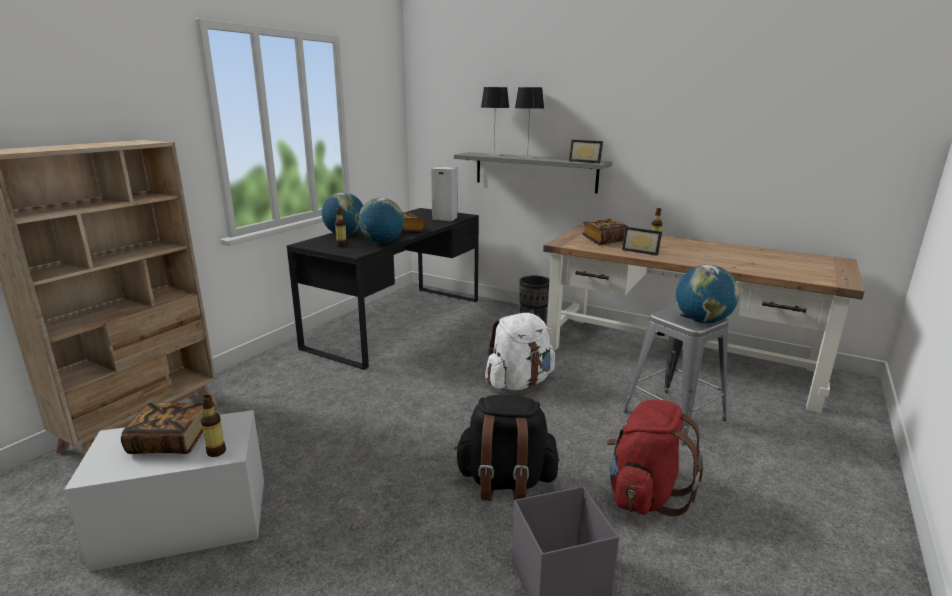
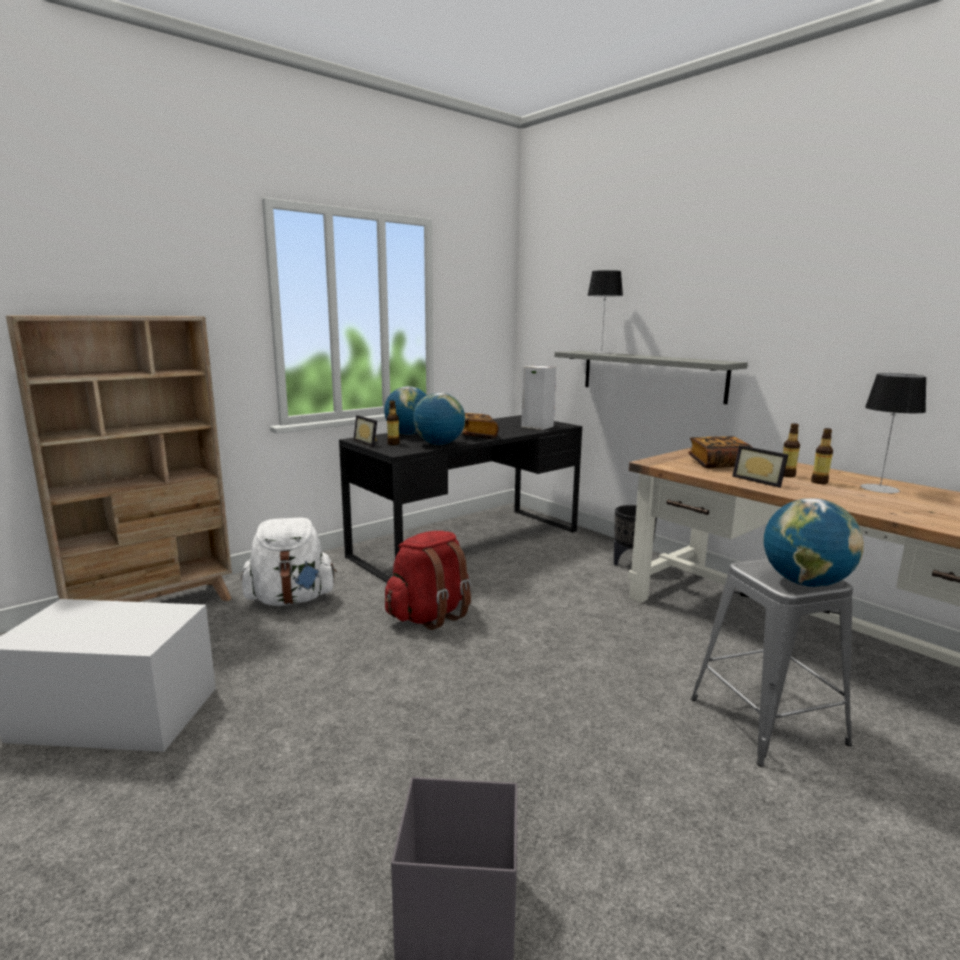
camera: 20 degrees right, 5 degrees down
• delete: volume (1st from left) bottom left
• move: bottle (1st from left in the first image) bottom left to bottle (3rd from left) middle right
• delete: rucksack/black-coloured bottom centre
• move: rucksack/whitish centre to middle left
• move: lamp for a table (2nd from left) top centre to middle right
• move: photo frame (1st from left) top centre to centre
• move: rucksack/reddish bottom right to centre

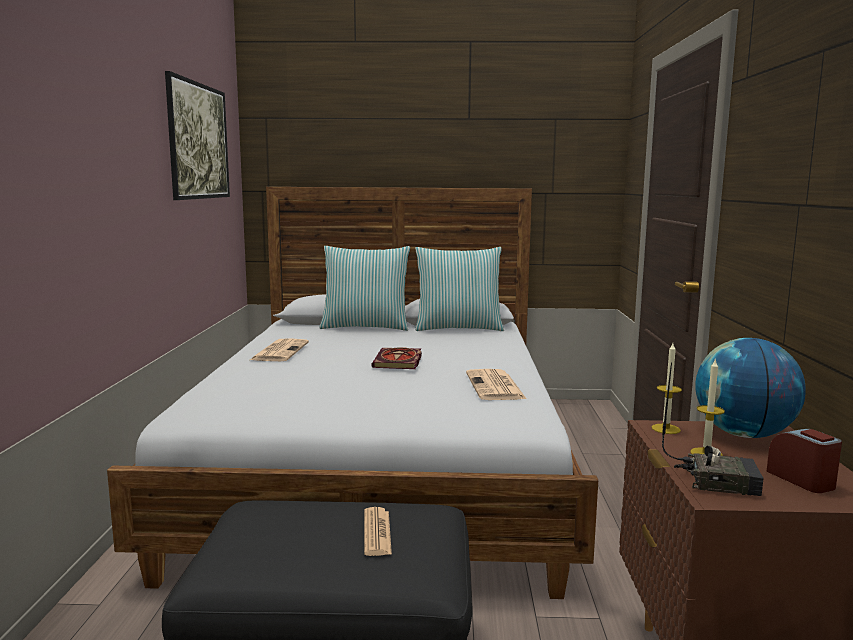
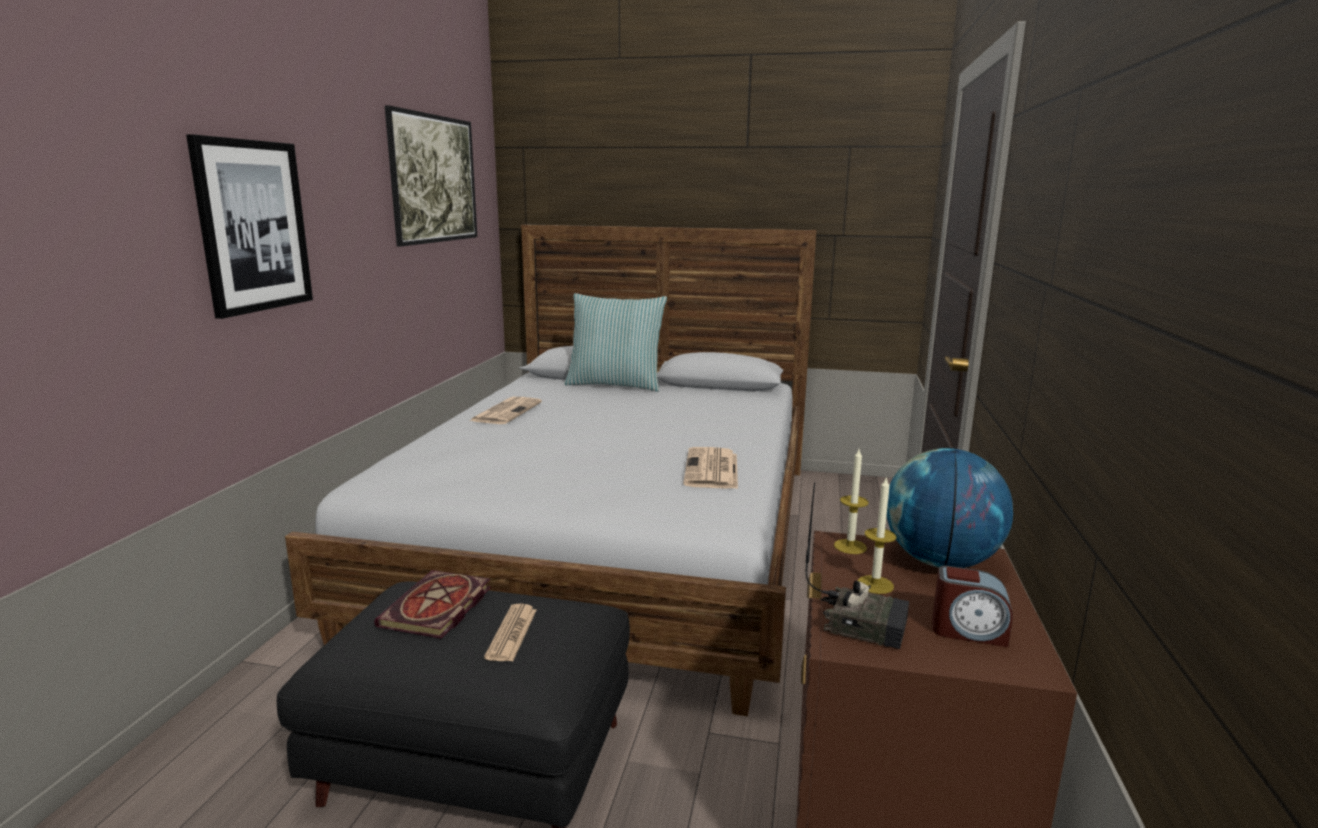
camera: 10 degrees right, 5 degrees up
• move: volume centre to bottom left
• delete: throw pillow (2nd from left) centre
• rotate: table clock bottom right = bottom right 120 degrees clockwise
• insert: wall art (1st from left) top left

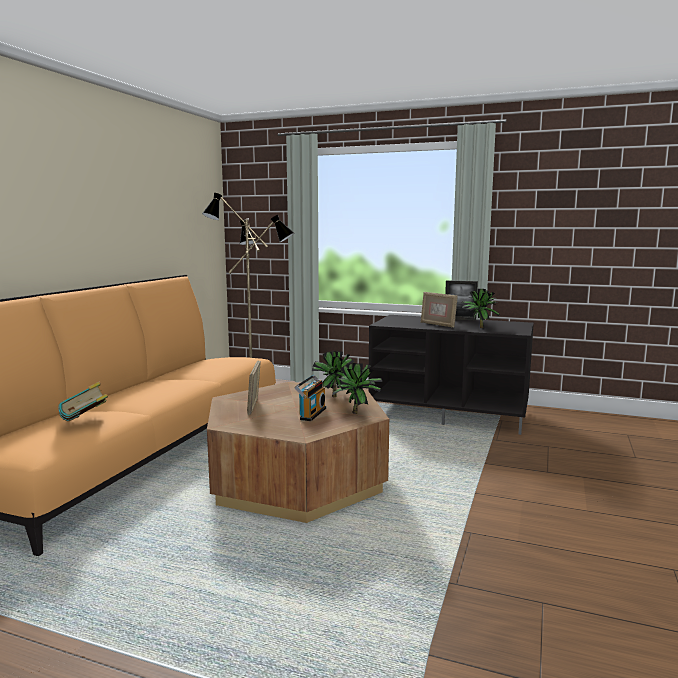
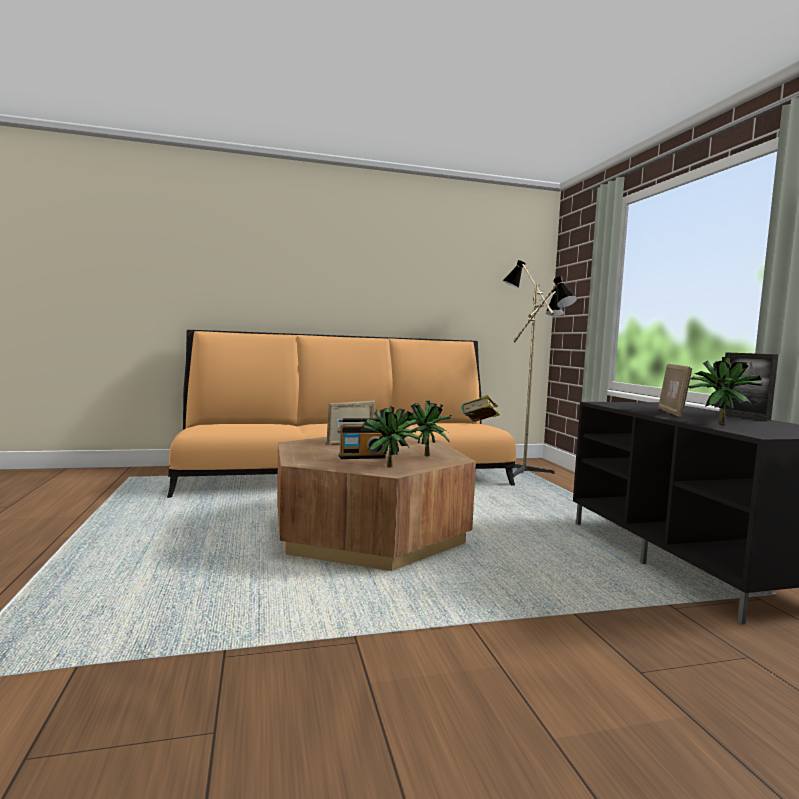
camera: 55 degrees right, 5 degrees down
• move: volume middle left to centre

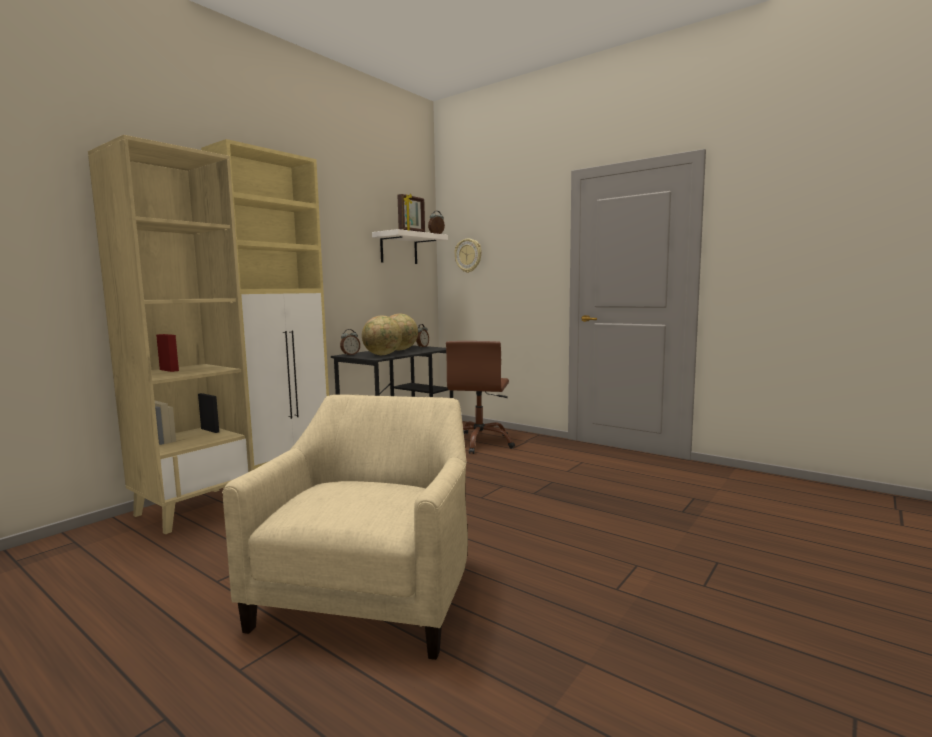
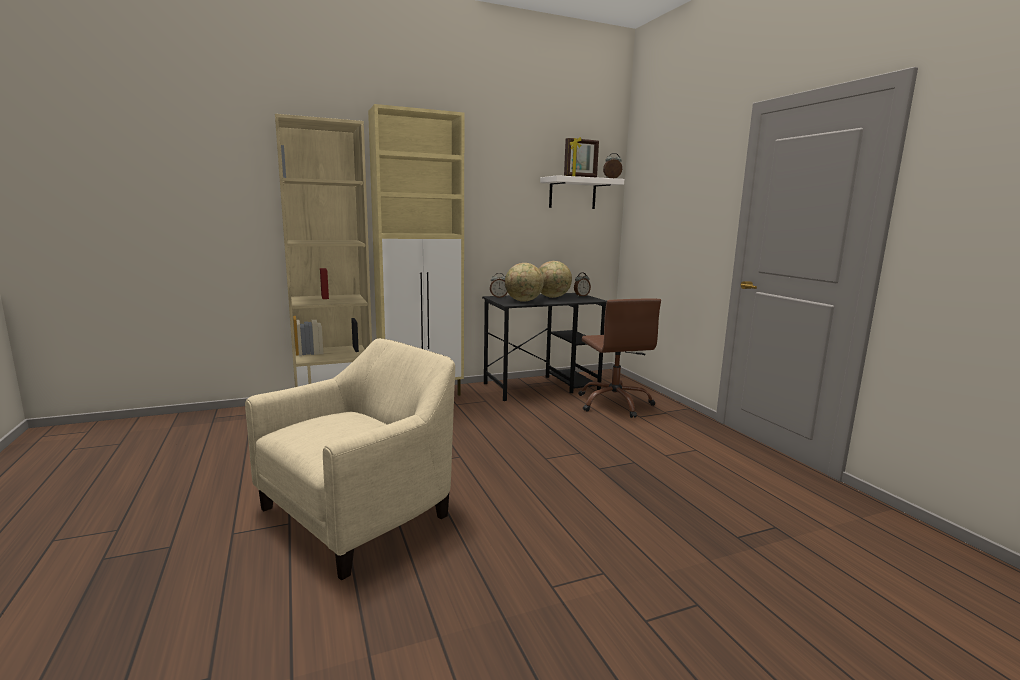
camera: 30 degrees right, 5 degrees up
• rotate: desk chair/brownish centre = centre 60 degrees counterclockwise
• delete: hanging clock centre

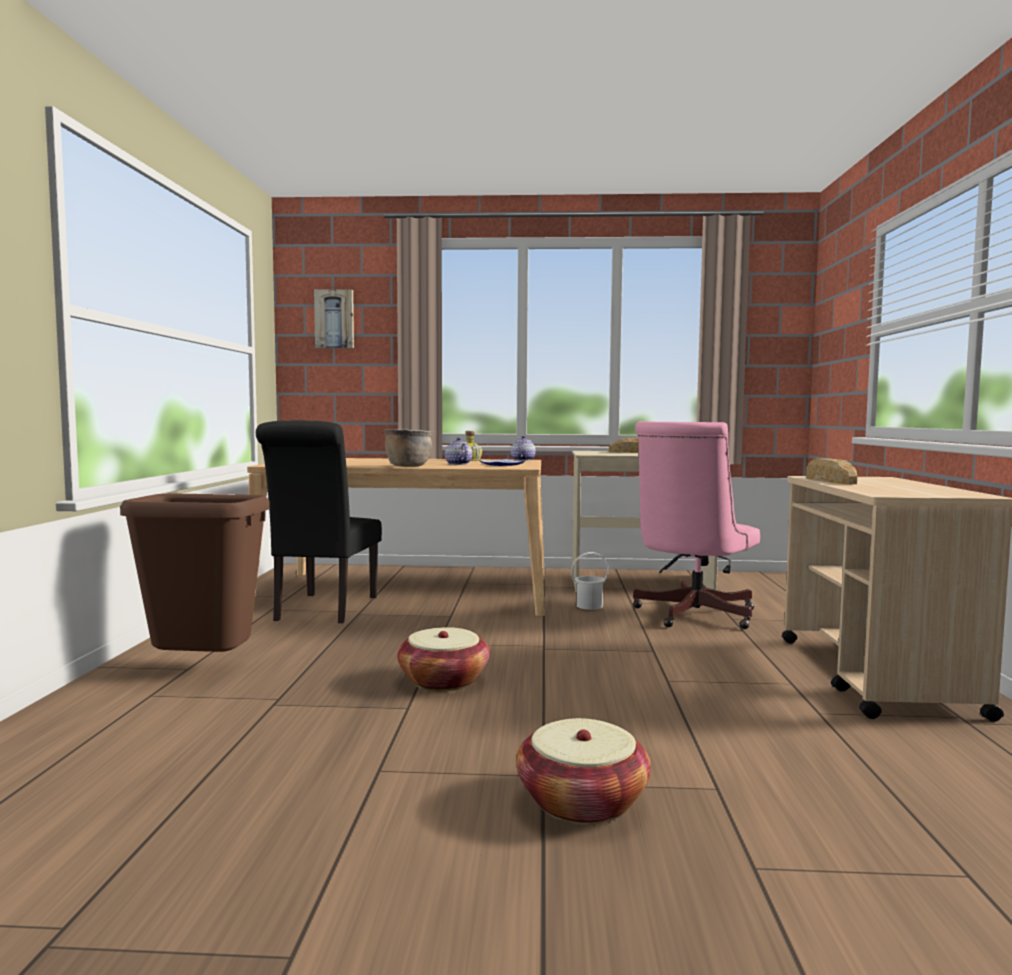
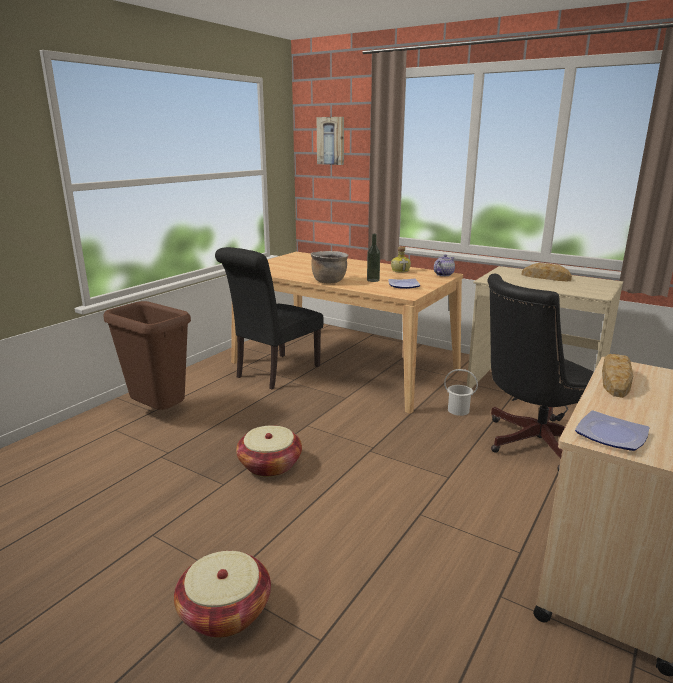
camera: 30 degrees right, 15 degrees up
• replace: tea pot (1st from left) centre to bottle (1st from left) centre
• recolor: desk chair/pinkish middle right to desk chair/black-coloured middle right
• insert: flat dish (2nd from left) middle right

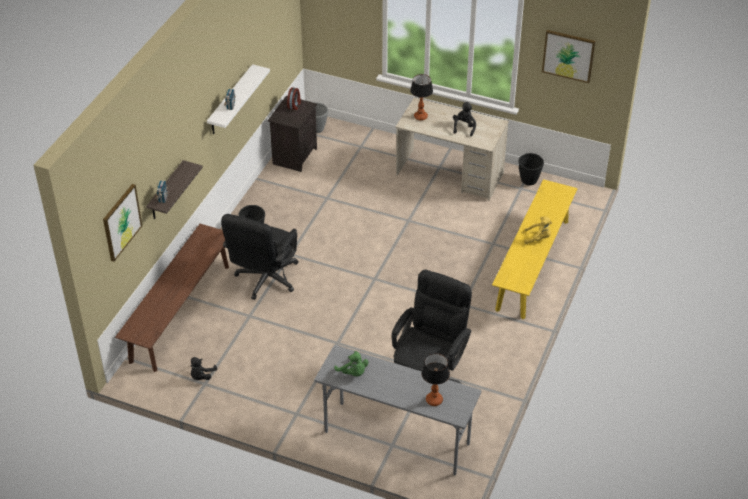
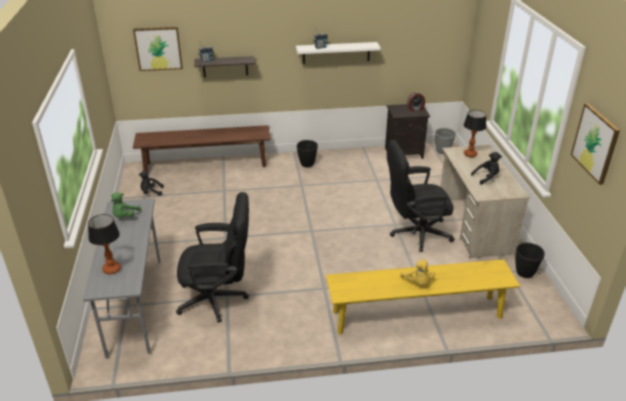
camera: 60 degrees right, 10 degrees down
• move: desk chair/black-coloured (1st from left in the first image) centre to desk chair/black-coloured (2nd from left) middle right

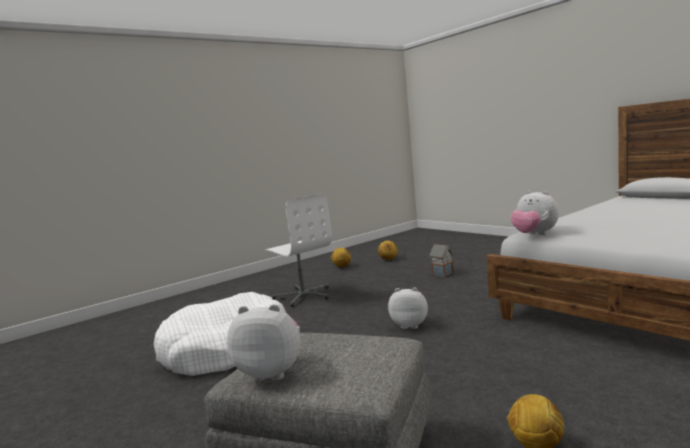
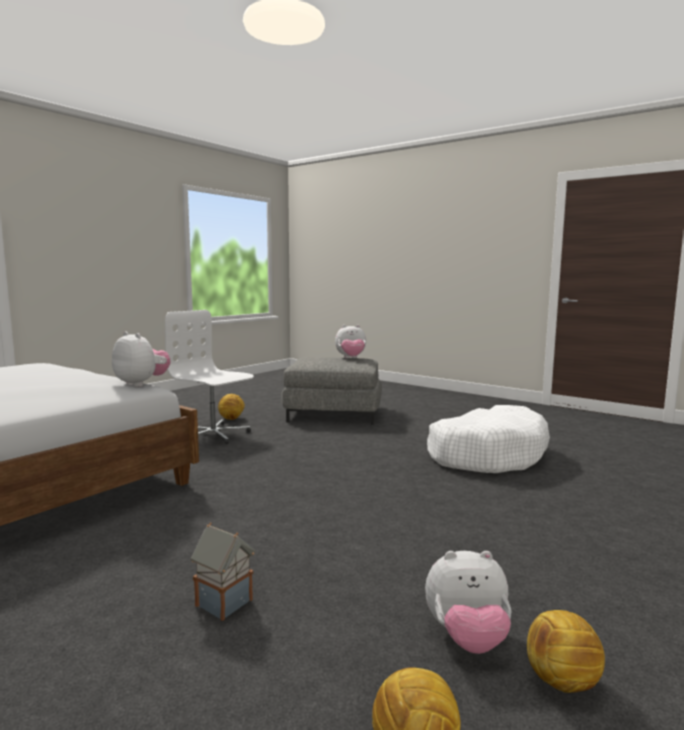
camera: 165 degrees right, 0 degrees up
• move: desk chair/whitish centre to middle left
• move: plush toy (2nd from left in the first image) bottom centre to plush toy (3rd from left) bottom right

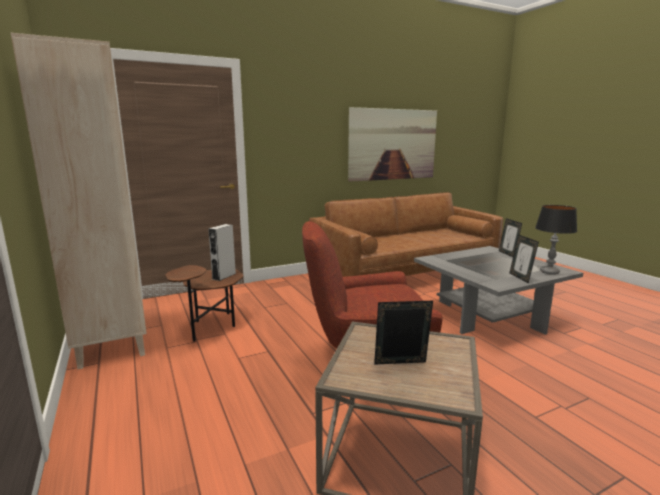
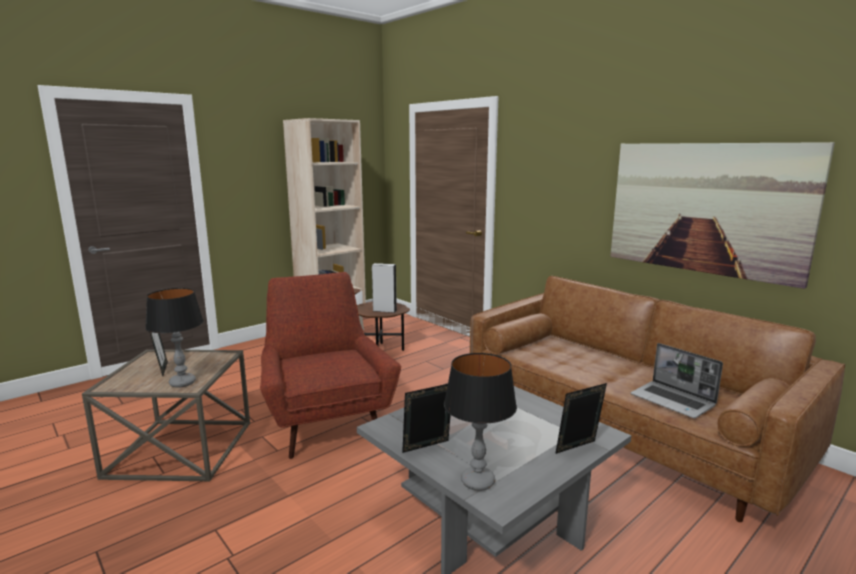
camera: 75 degrees right, 0 degrees up
• insert: lamp for a table (1st from left) middle left
• insert: portable computer middle right

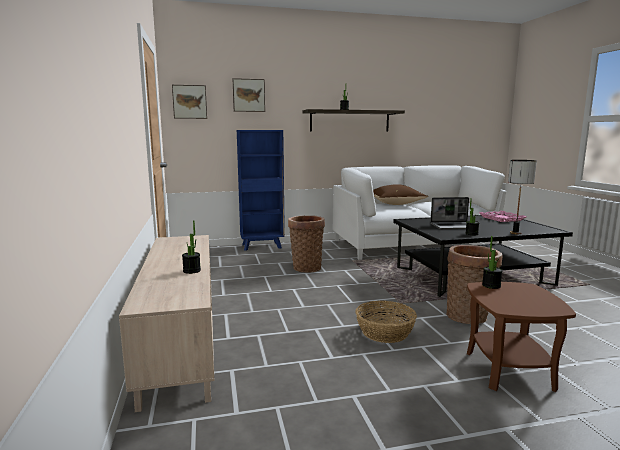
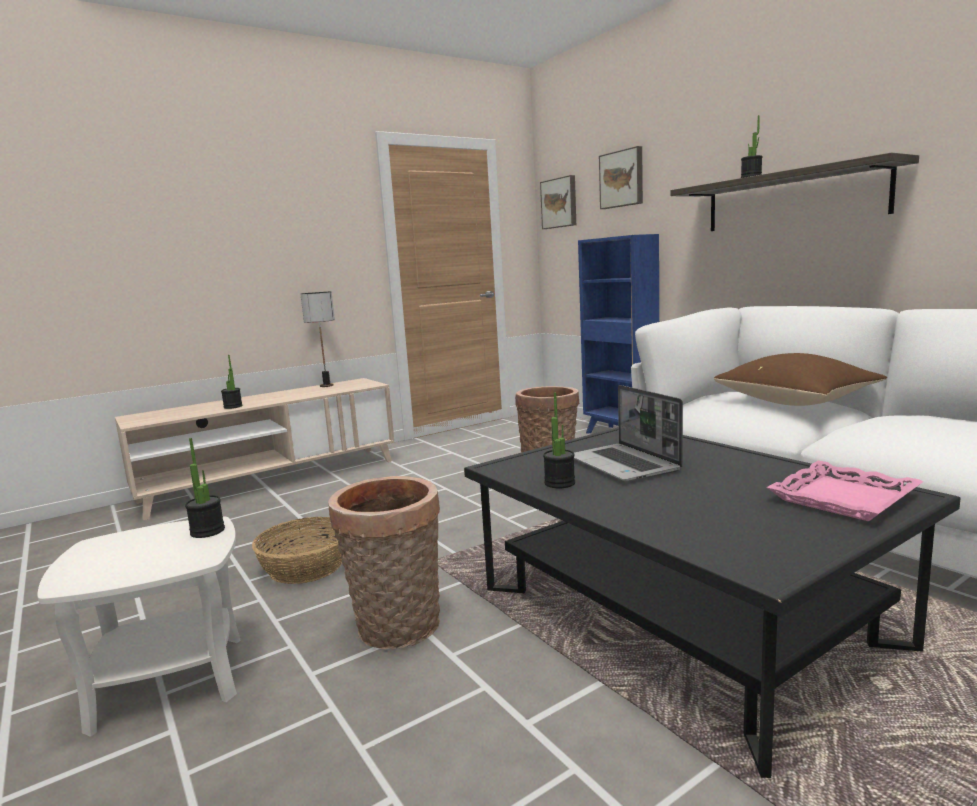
camera: 70 degrees right, 0 degrees up
• recolor: end table/brownish bottom right to end table/whitish bottom left
• move: lamp for a table middle right to middle left

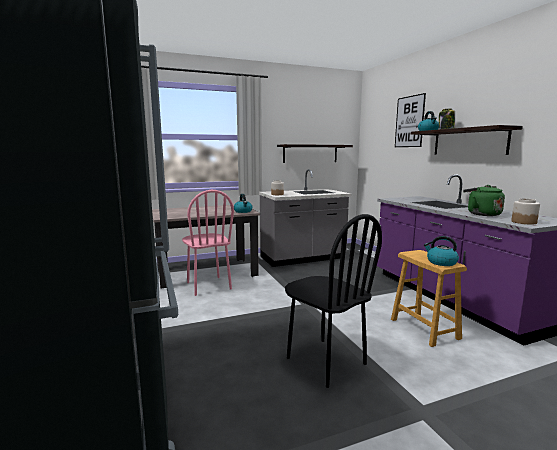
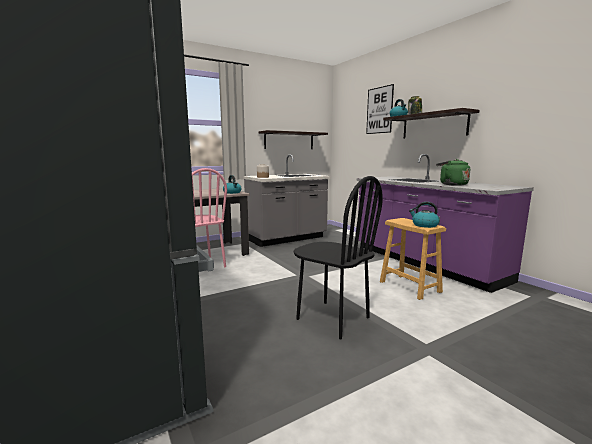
camera: 10 degrees left, 0 degrees up
• delete: preserve jar (3rd from left) middle right

